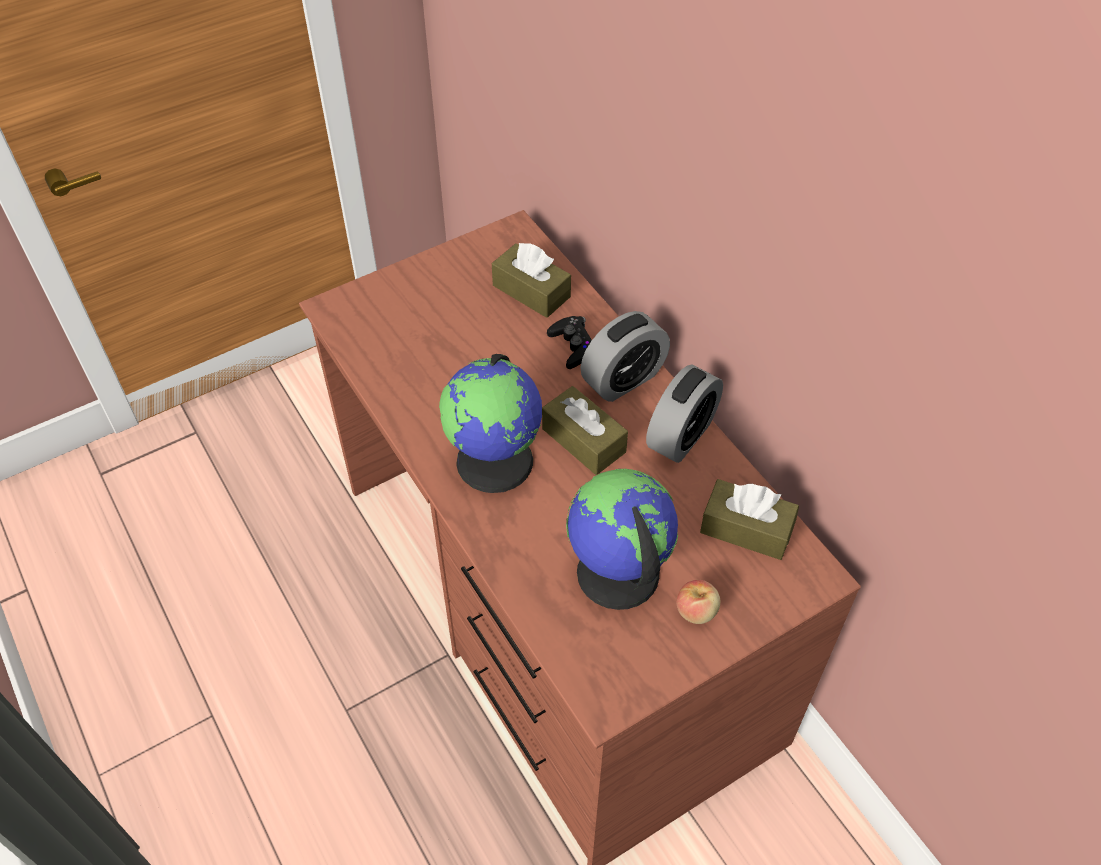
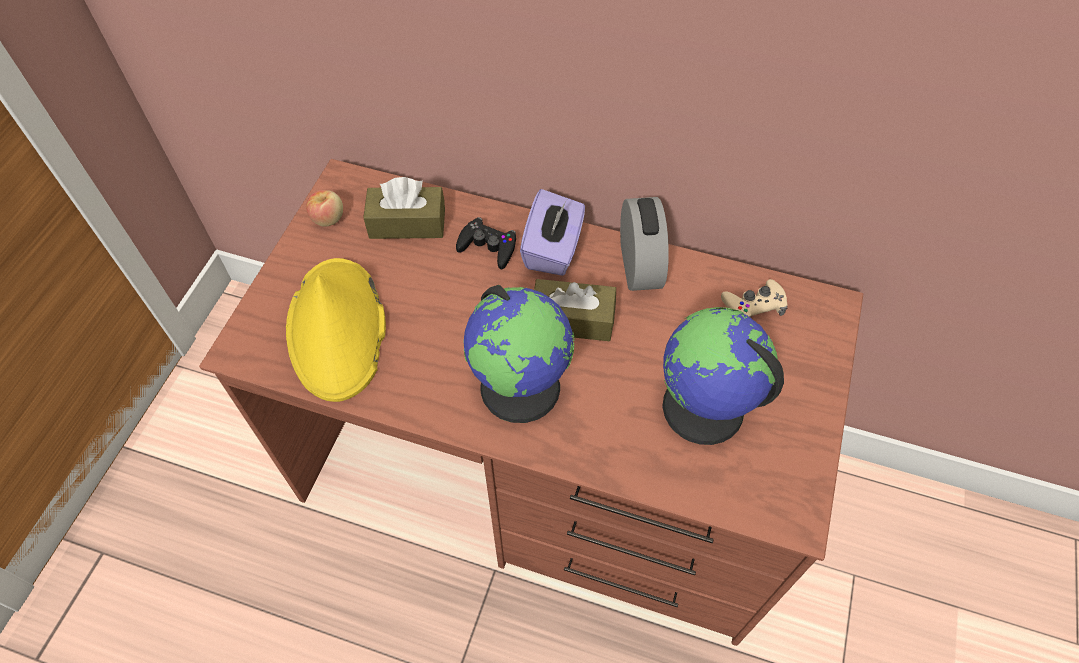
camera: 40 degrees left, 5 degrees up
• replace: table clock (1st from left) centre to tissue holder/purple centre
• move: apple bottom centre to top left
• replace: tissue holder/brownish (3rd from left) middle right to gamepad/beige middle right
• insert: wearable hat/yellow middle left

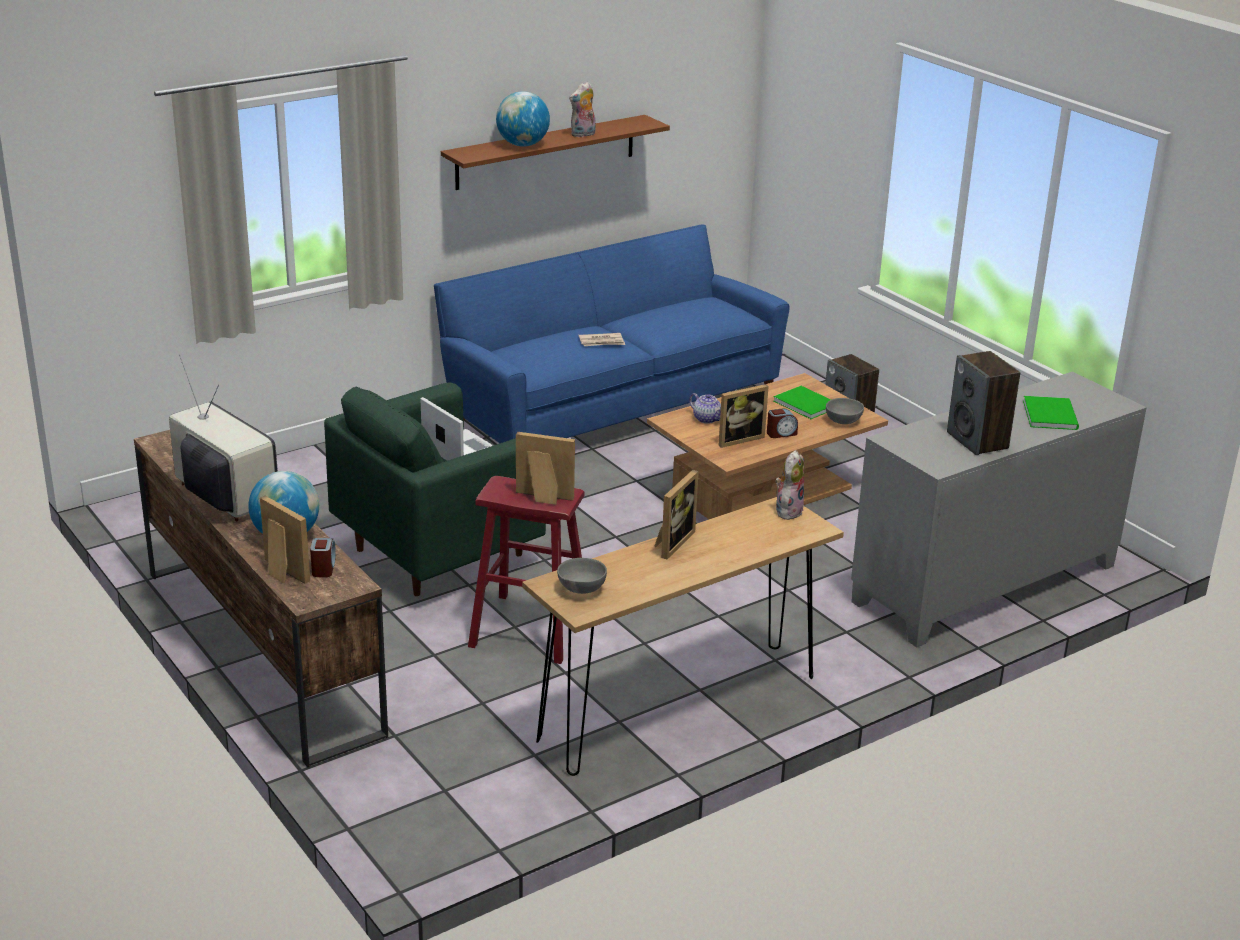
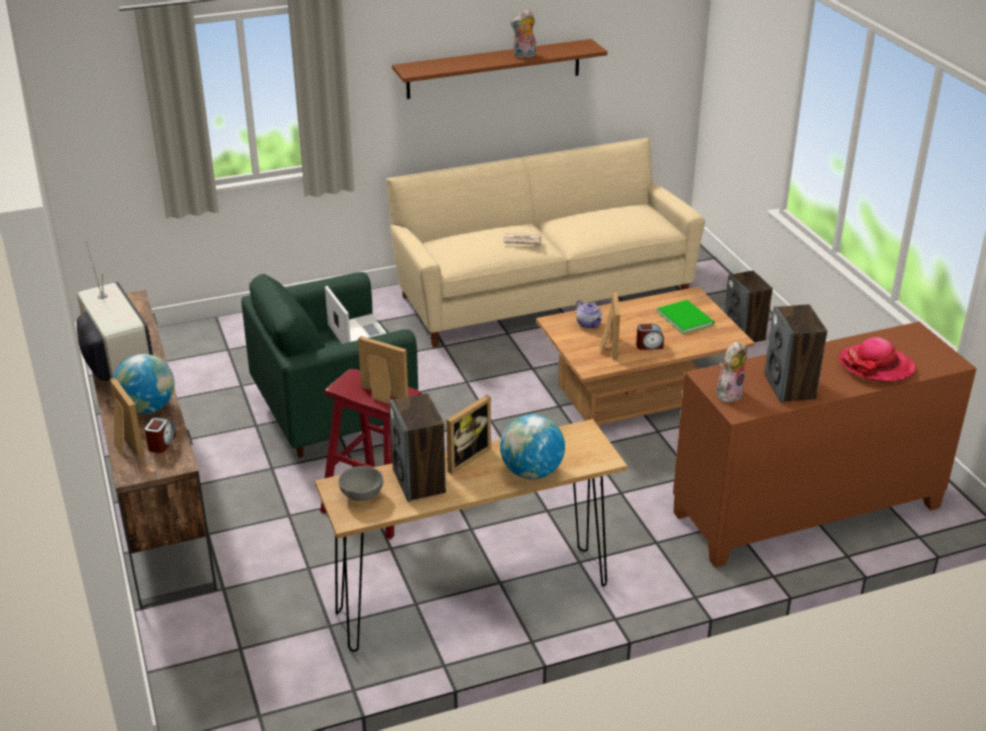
camera: 15 degrees right, 5 degrees up
• recolor: couch/blue-coloured centre to couch/beige top centre
• move: world globe (2nd from left) top centre to centre
• rotate: photo frame (4th from left) centre = centre 75 degrees counterclockwise
• move: plush toy (2nd from left) centre to middle right
• delete: deep dish/grey (2nd from left) middle right
• recolor: cupboard/grey middle right to cupboard/brownish middle right
• replace: volume/greenish (2nd from left) middle right to wearable hat middle right
• insert: speaker (1st from left) centre

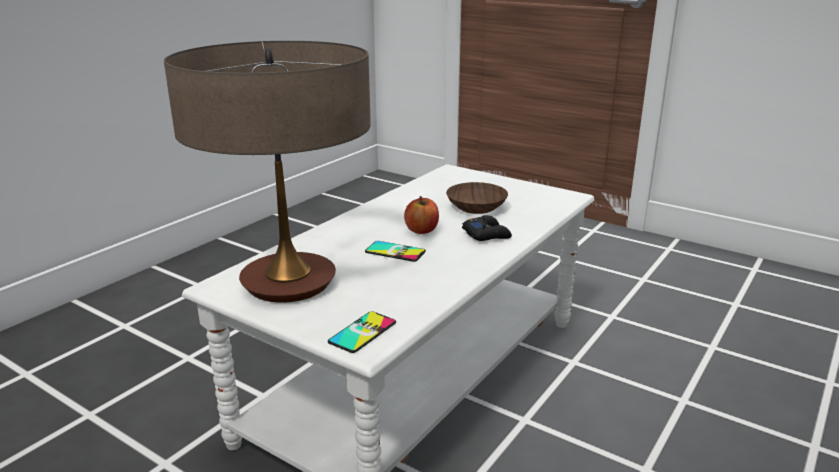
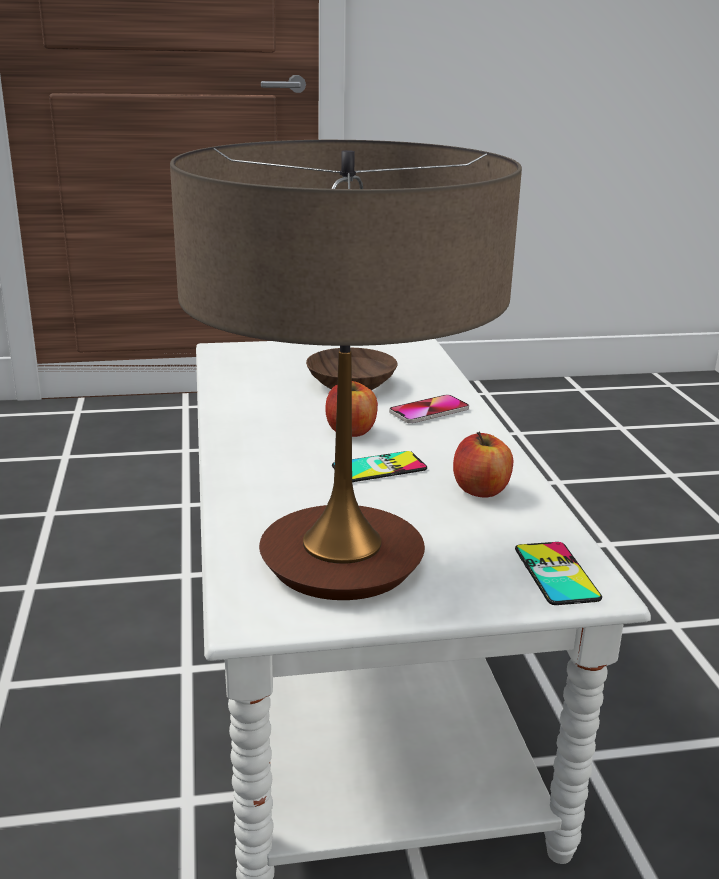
camera: 45 degrees left, 0 degrees up
• replace: gamepad/black-coloured centre to phone (2nd from left) centre
• insert: apple (2nd from left) middle right

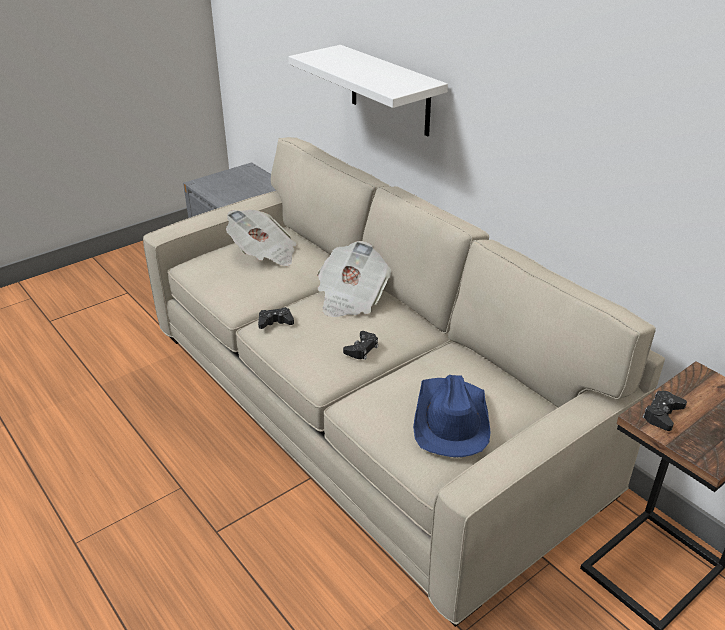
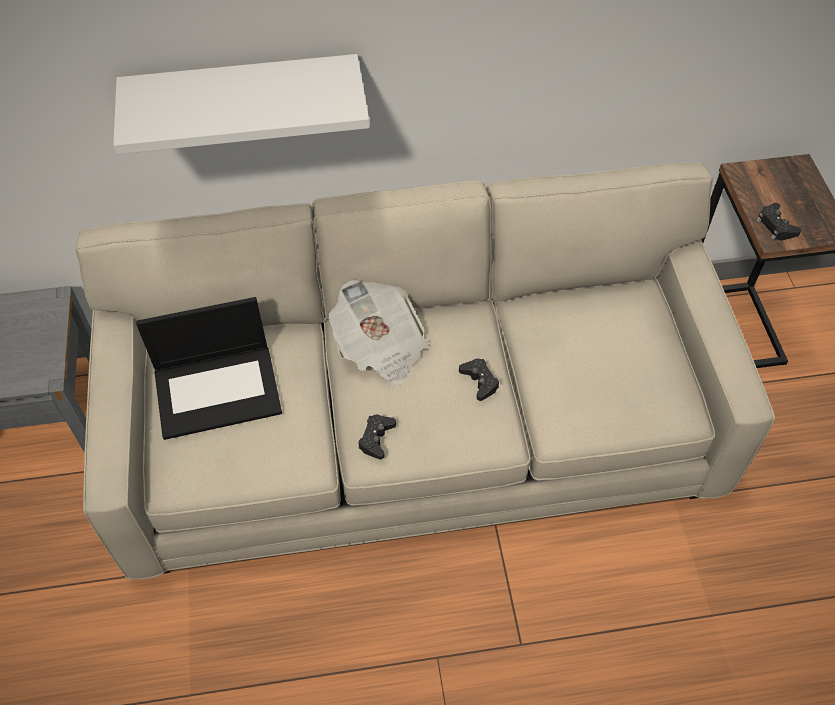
camera: 60 degrees left, 20 degrees up
• replace: newspaper (1st from left) centre to portable computer middle left
• delete: wearable hat/blue-coloured centre

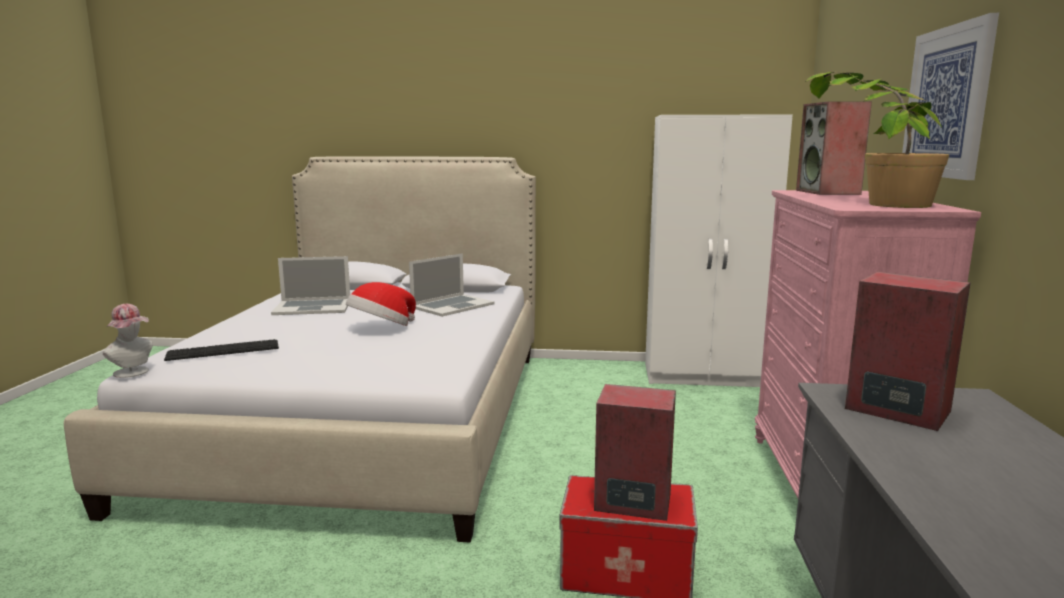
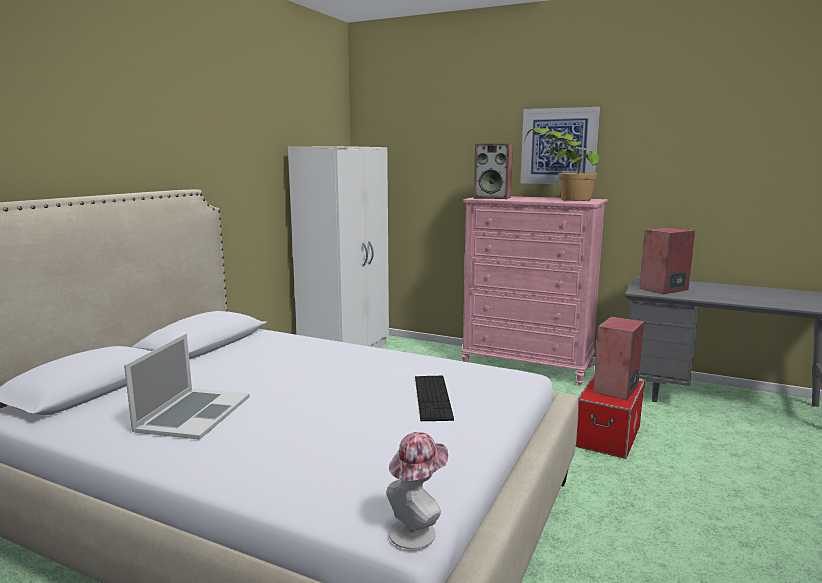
camera: 70 degrees left, 0 degrees up
• move: keyboard middle left to bottom centre
• delete: wearable hat (2nd from left) centre
• delete: portable computer (2nd from left) centre

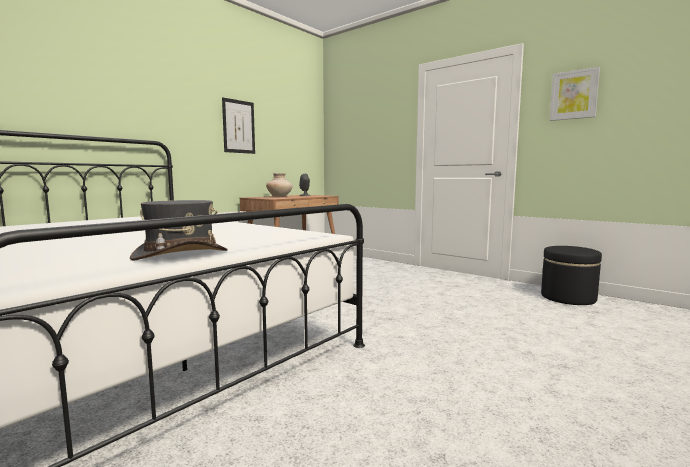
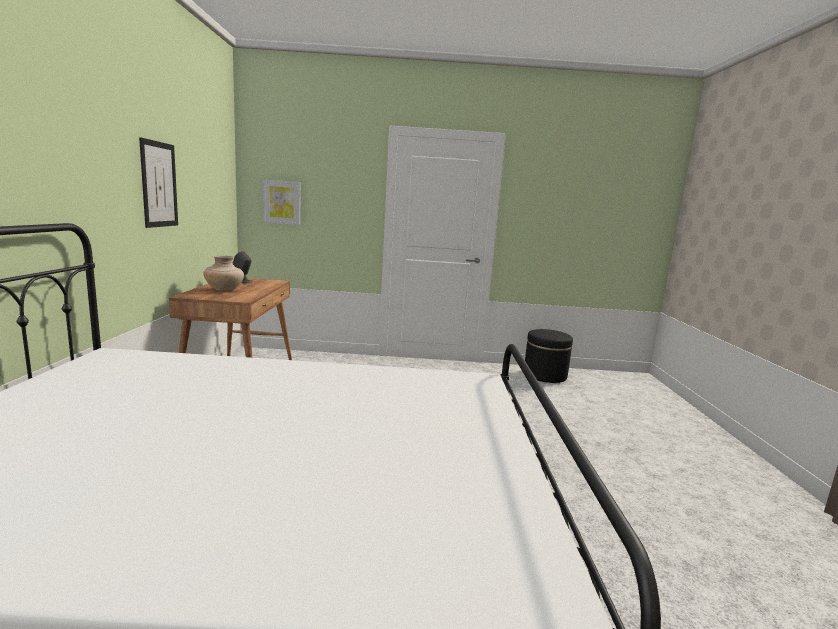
camera: 40 degrees left, 5 degrees up
• delete: wearable hat/grey middle left
• move: wall art (2nd from left) top right to top centre

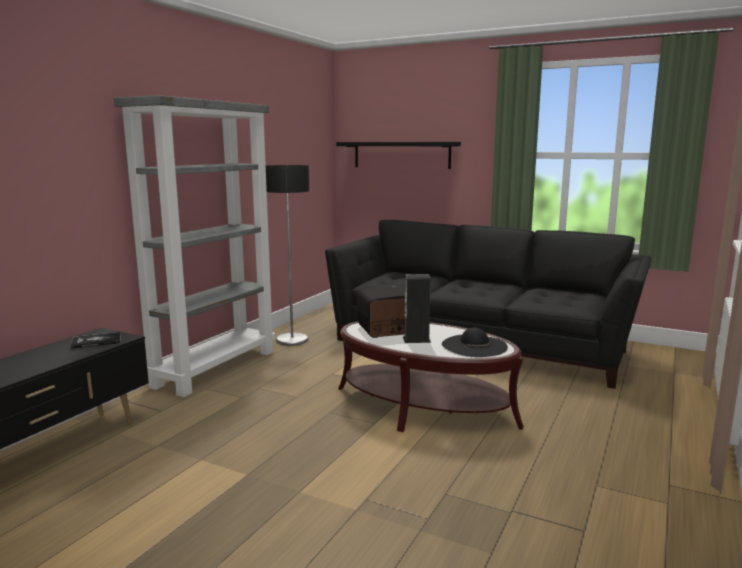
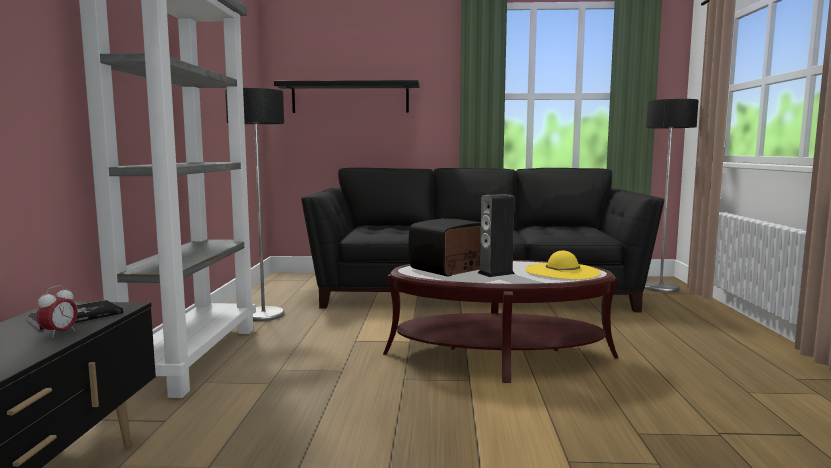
camera: 25 degrees left, 5 degrees down
• recolor: wearable hat/black-coloured centre to wearable hat/yellow middle right
• insert: table clock middle left
• insert: standard lamp (2nd from left) middle right

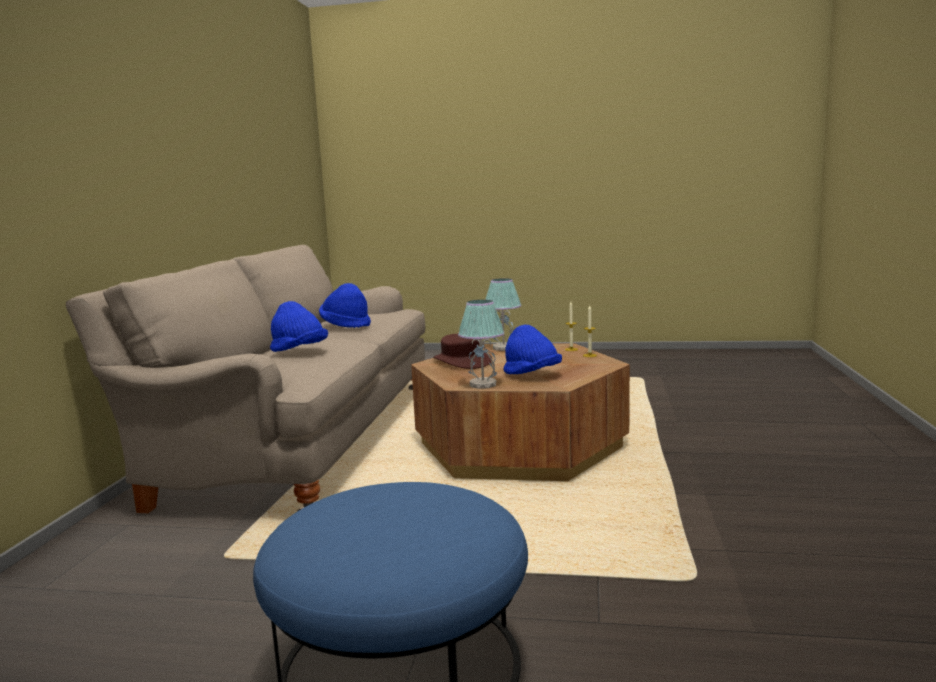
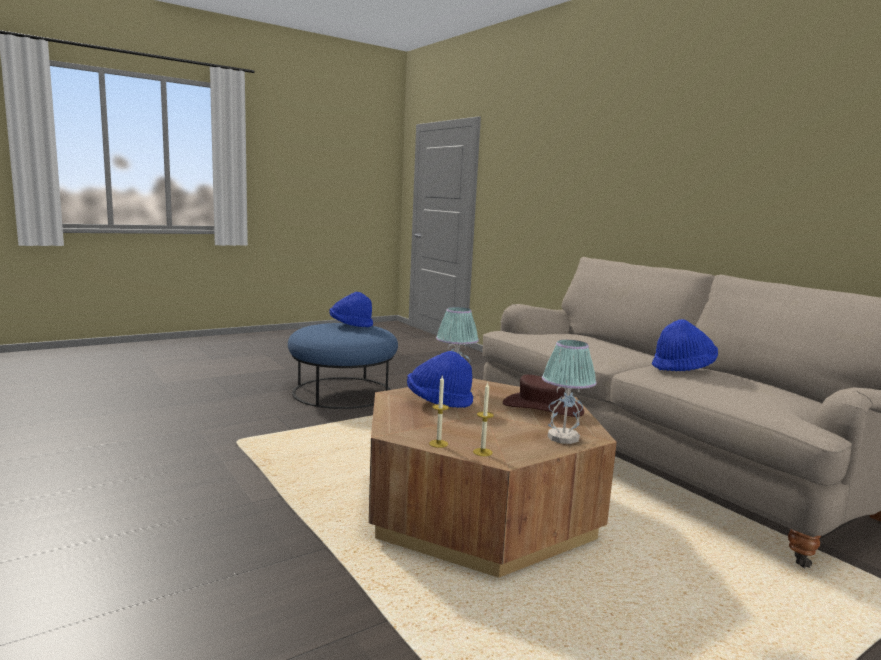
camera: 135 degrees right, 0 degrees up
• move: wearable hat/blue-coloured (1st from left) middle left to centre

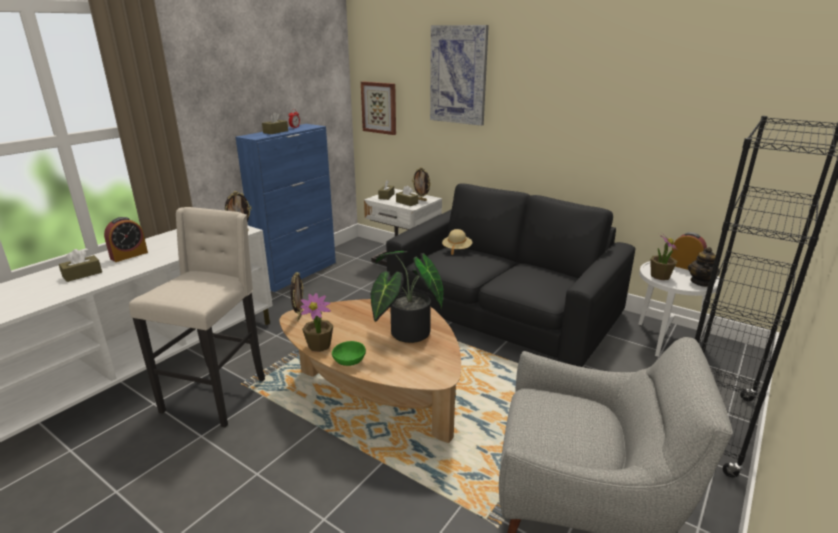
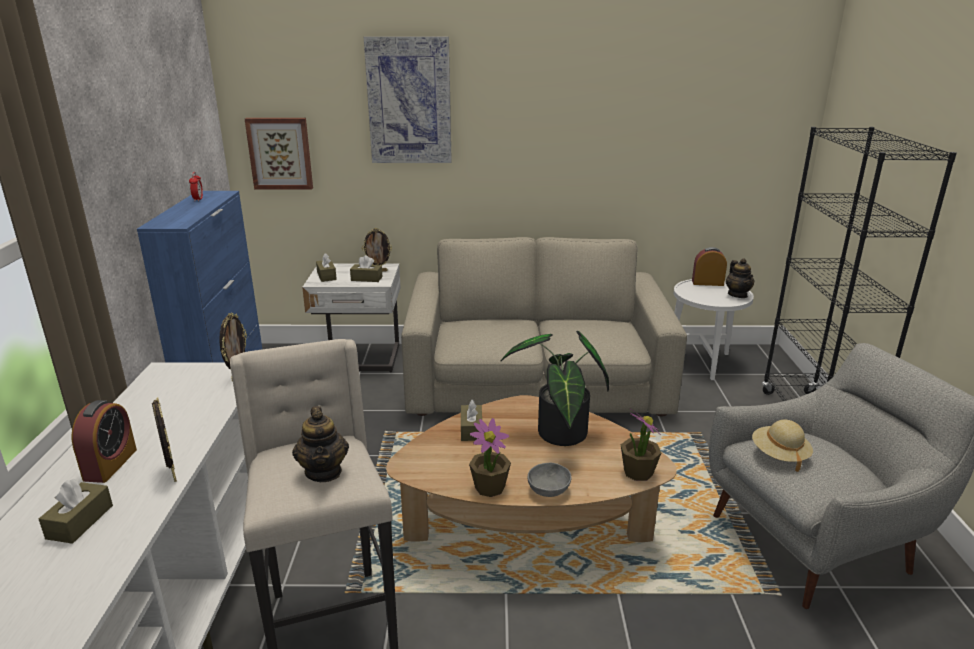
camera: 35 degrees left, 0 degrees up
• move: tissue holder/brownish (2nd from left in the first image) top left to tissue holder/brownish (4th from left) centre
• move: photo frame (2nd from left in the first image) centre to photo frame (1st from left) bottom left
• recolor: deep dish/greenish centre to deep dish/grey bottom centre
• recolor: couch/black-coloured centre to couch/beige centre
• move: wearable hat/beige centre to bottom right
• move: plant in a pot (3rd from left) middle right to bottom centre
• insert: tea pot (1st from left) bottom left

